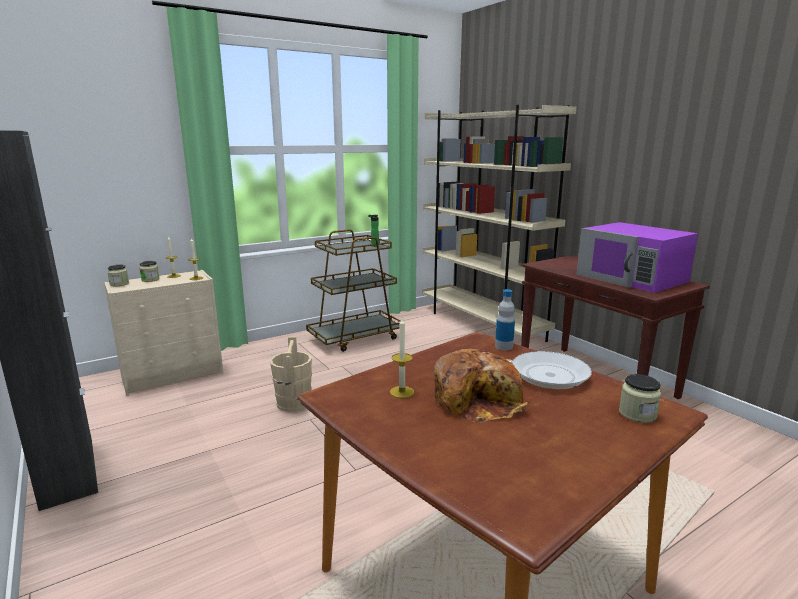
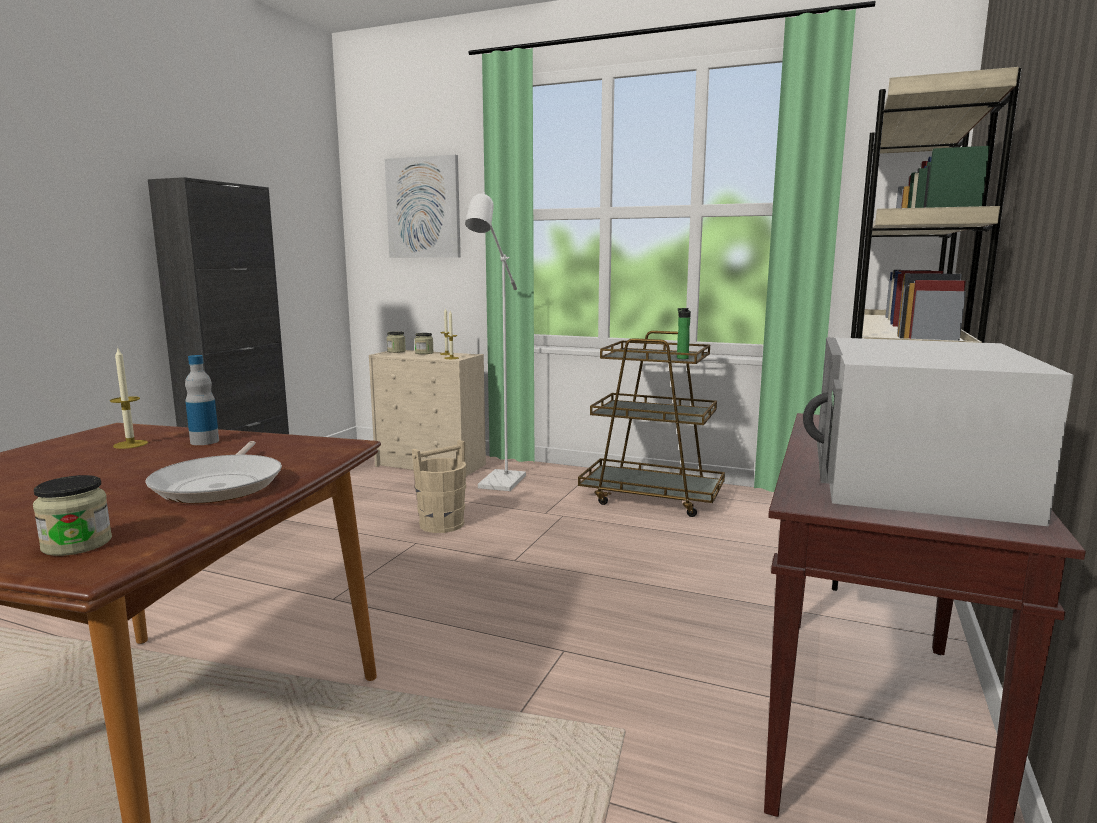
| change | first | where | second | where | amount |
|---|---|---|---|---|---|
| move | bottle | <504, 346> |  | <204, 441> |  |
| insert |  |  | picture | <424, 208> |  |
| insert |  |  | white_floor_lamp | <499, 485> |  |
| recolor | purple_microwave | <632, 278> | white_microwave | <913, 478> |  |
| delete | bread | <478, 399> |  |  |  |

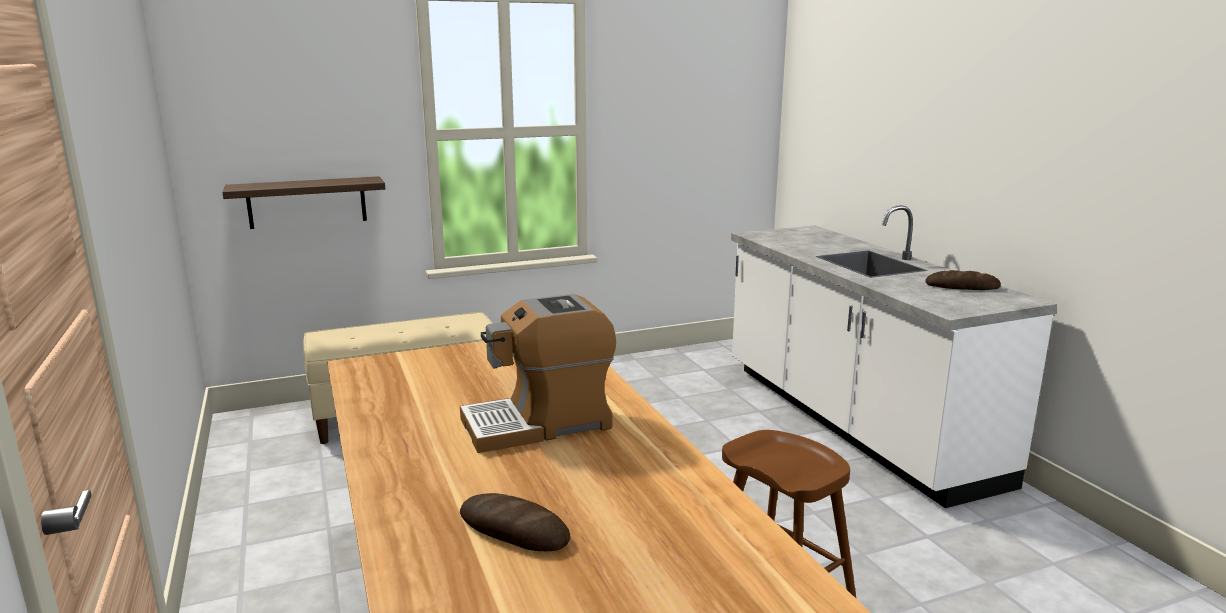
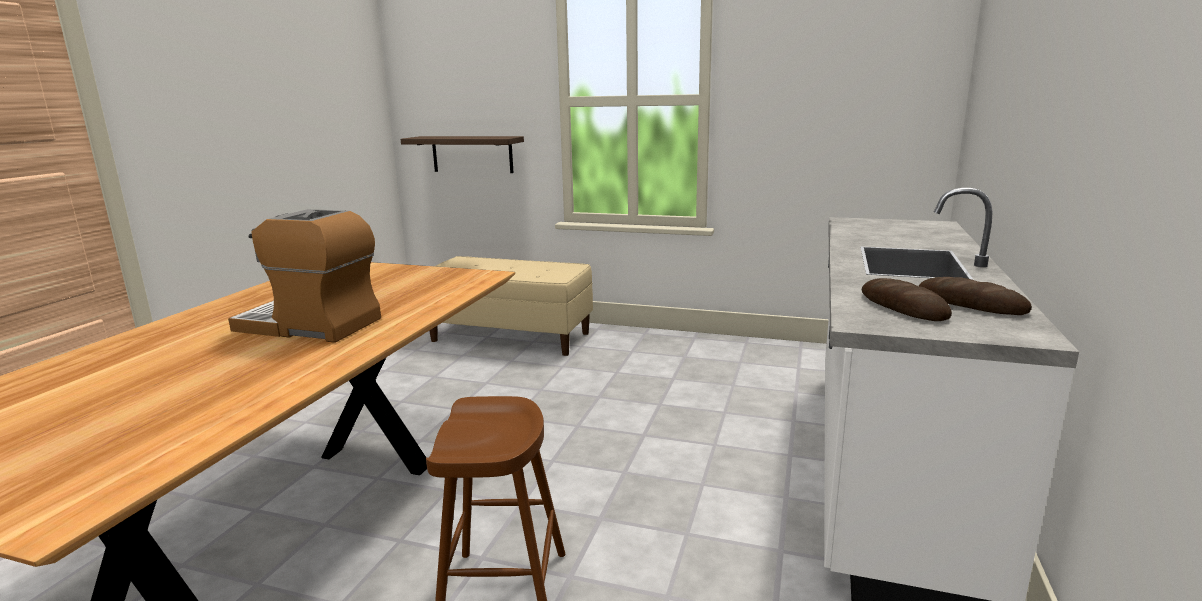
| change | first | where | second | where | amount |
|---|---|---|---|---|---|
| move | bread | <513, 530> |  | <902, 306> |  |

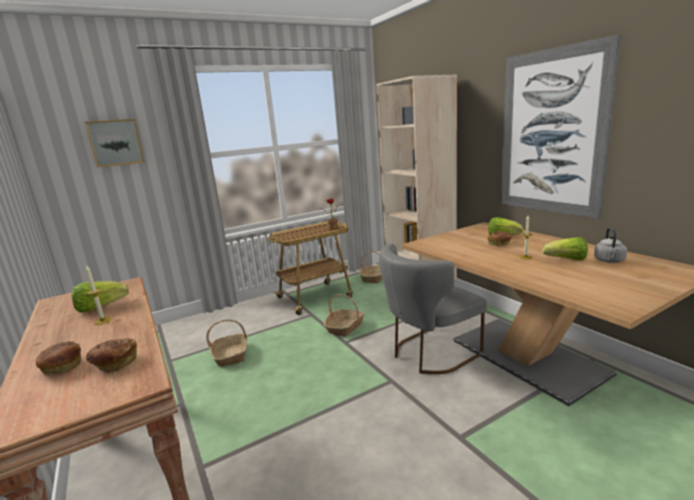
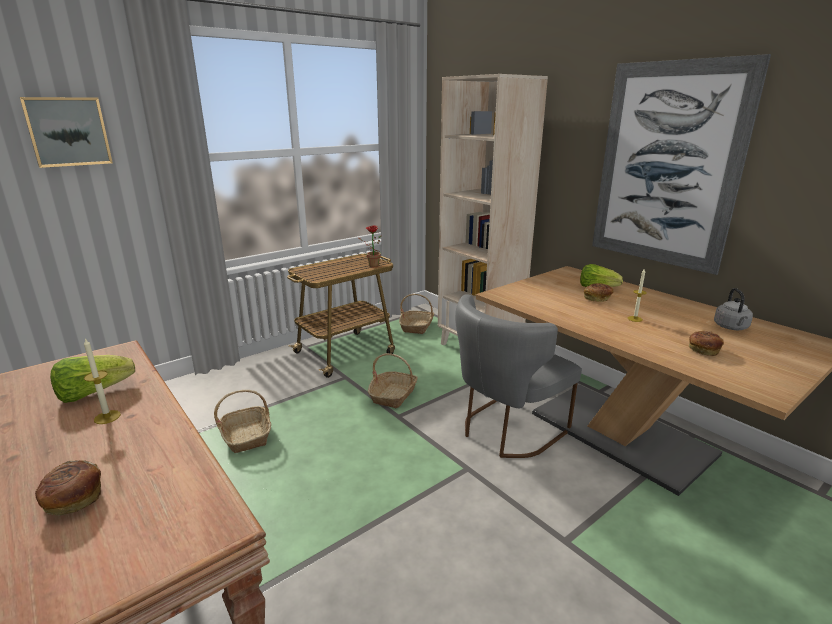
| change | first | where | second | where | amount |
|---|---|---|---|---|---|
| move | bread | <114, 363> |  | <703, 350> |  |
| delete | lettuce | <566, 260> |  |  |  |

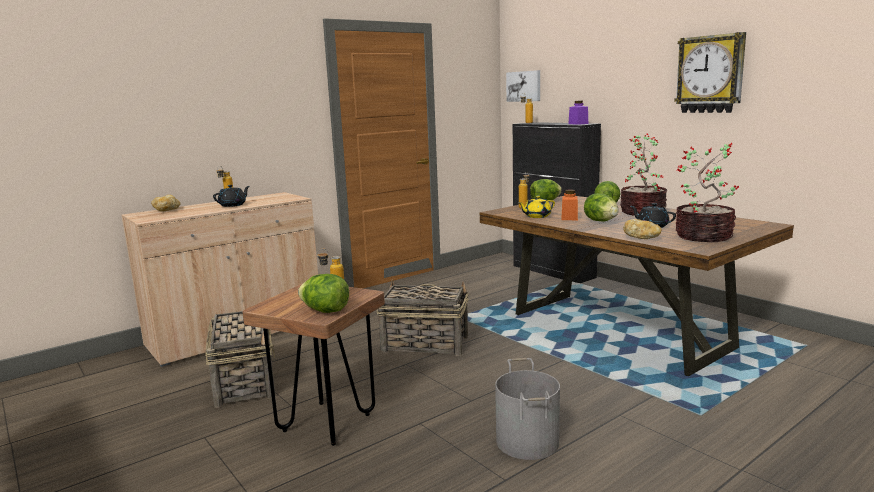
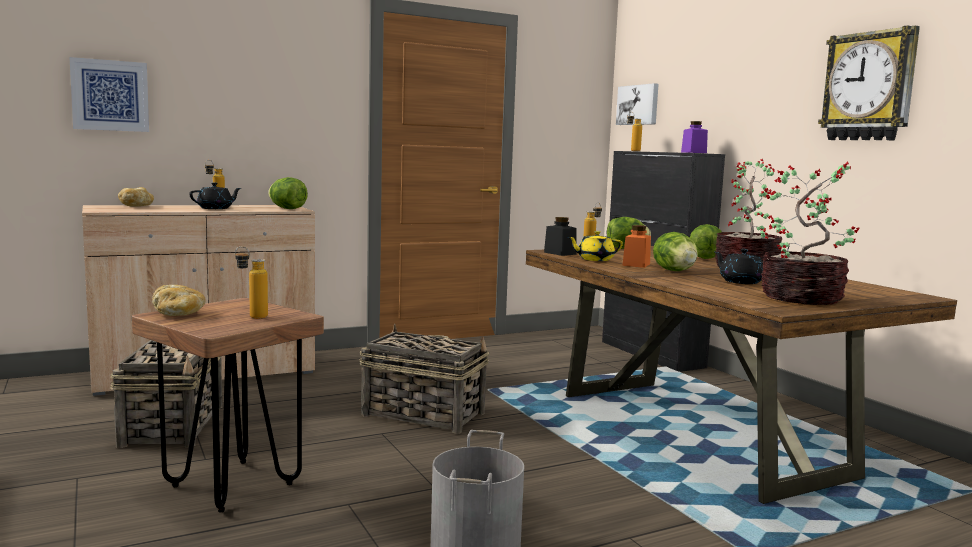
| change | first | where | second | where | amount |
|---|---|---|---|---|---|
| insert |  |  | picture | <110, 95> |  |
| move | bread | <642, 237> |  | <179, 314> |  |
| move | lettuce | <325, 311> |  | <287, 209> |  |
| insert |  |  | black_jar | <560, 253> |  |

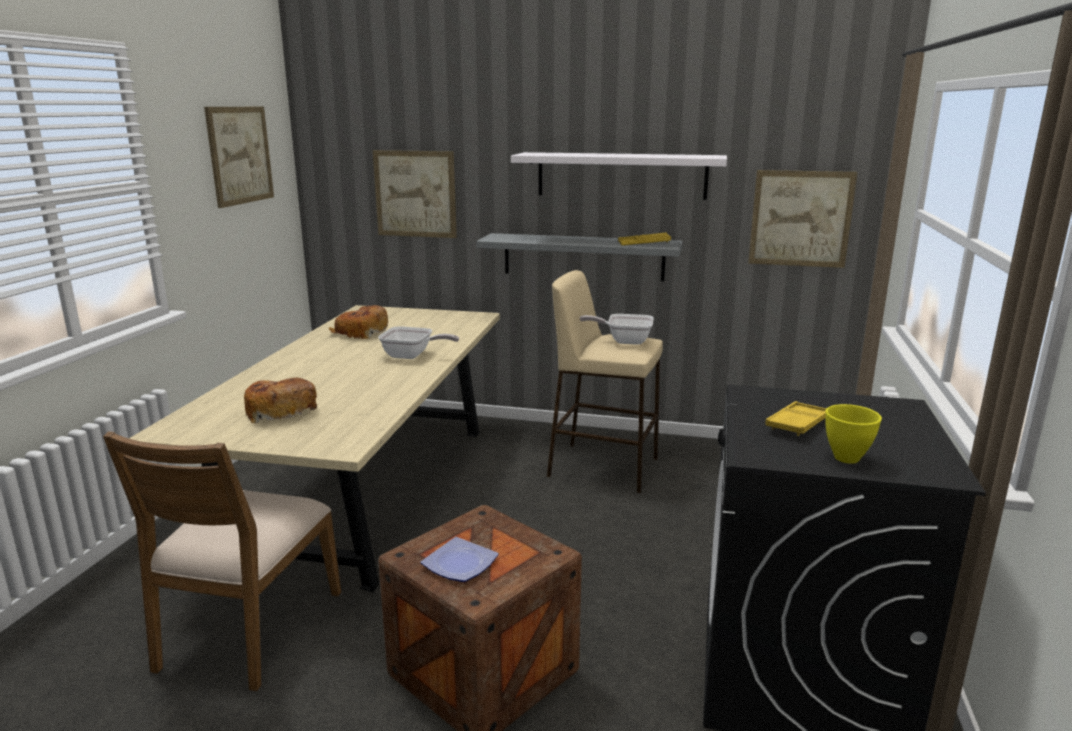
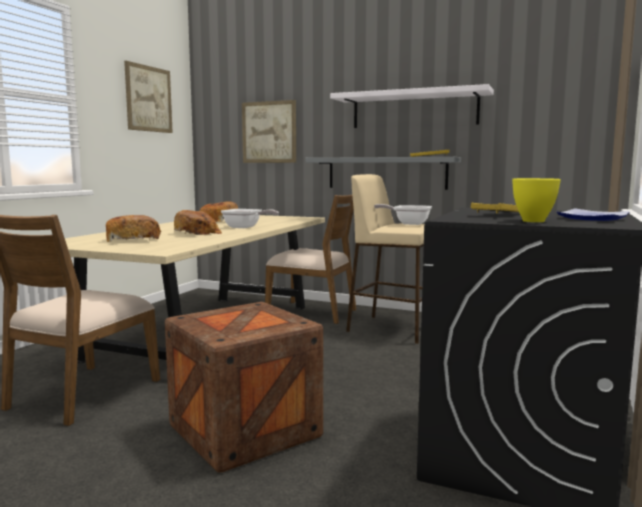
| change | first | where | second | where | amount |
|---|---|---|---|---|---|
| insert |  |  | bread | <198, 233> |  |
| insert |  |  | brown_chair | <313, 312> |  |
| move | plate | <458, 564> |  | <590, 218> |  |
| delete | picture | <800, 218> |  |  |  |

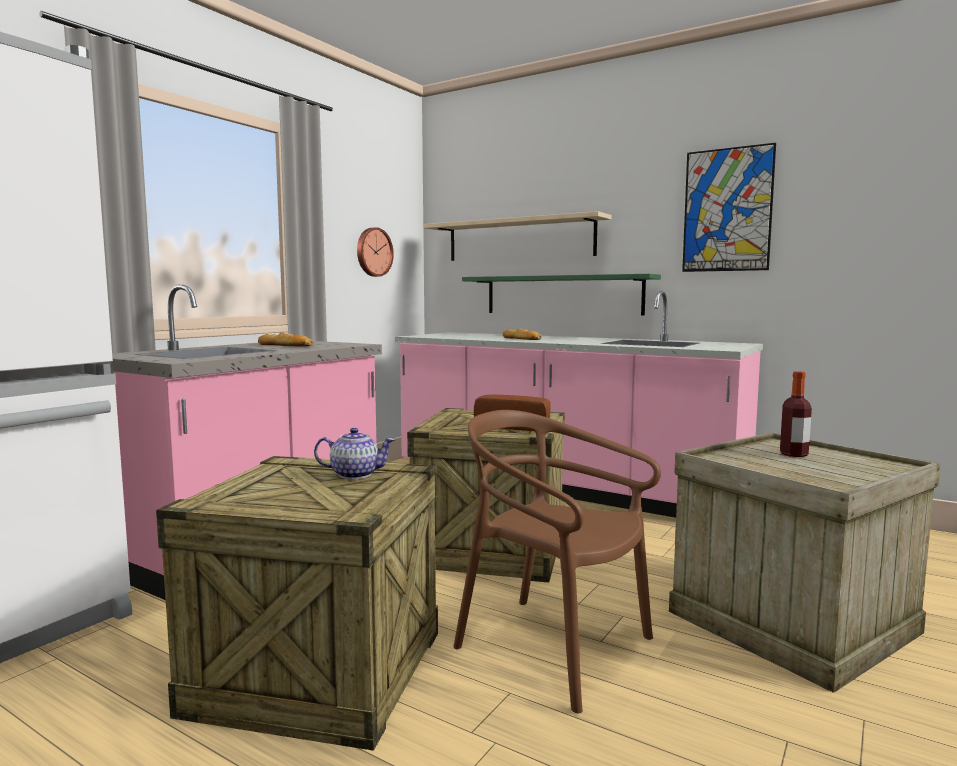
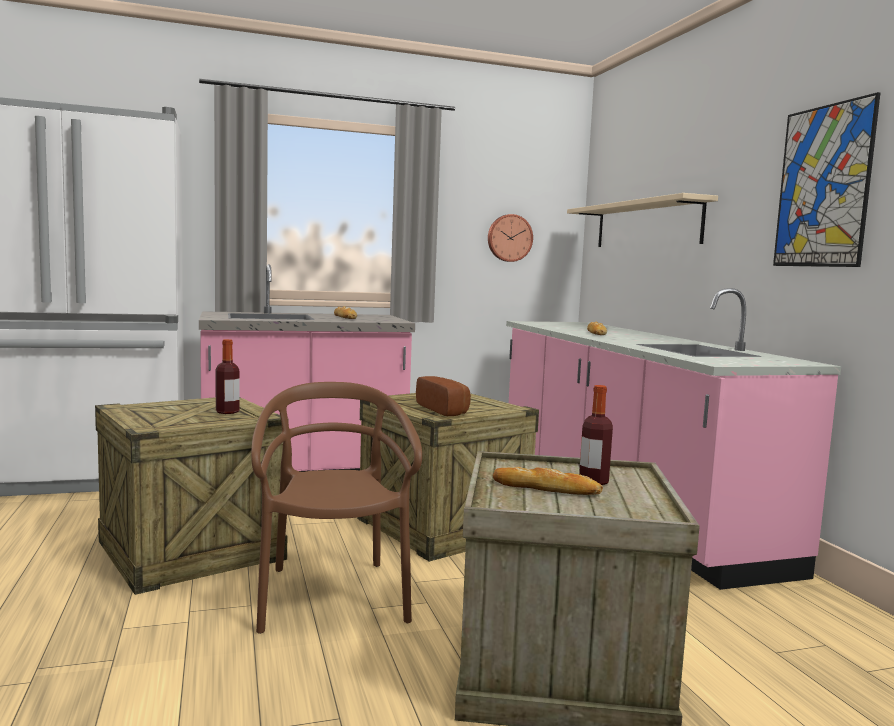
| change | first | where | second | where | amount |
|---|---|---|---|---|---|
| replace | teapot | <355, 474> | bottle | <227, 412> |  |
| insert |  |  | bread | <546, 488> |  |
| delete | green_shelf | <562, 295> |  |  |  |

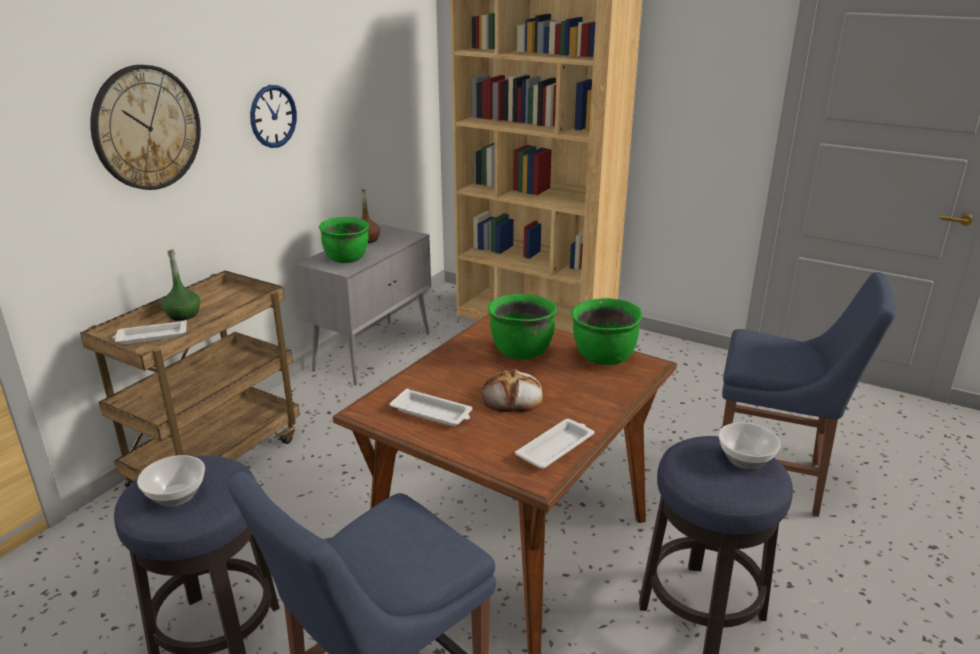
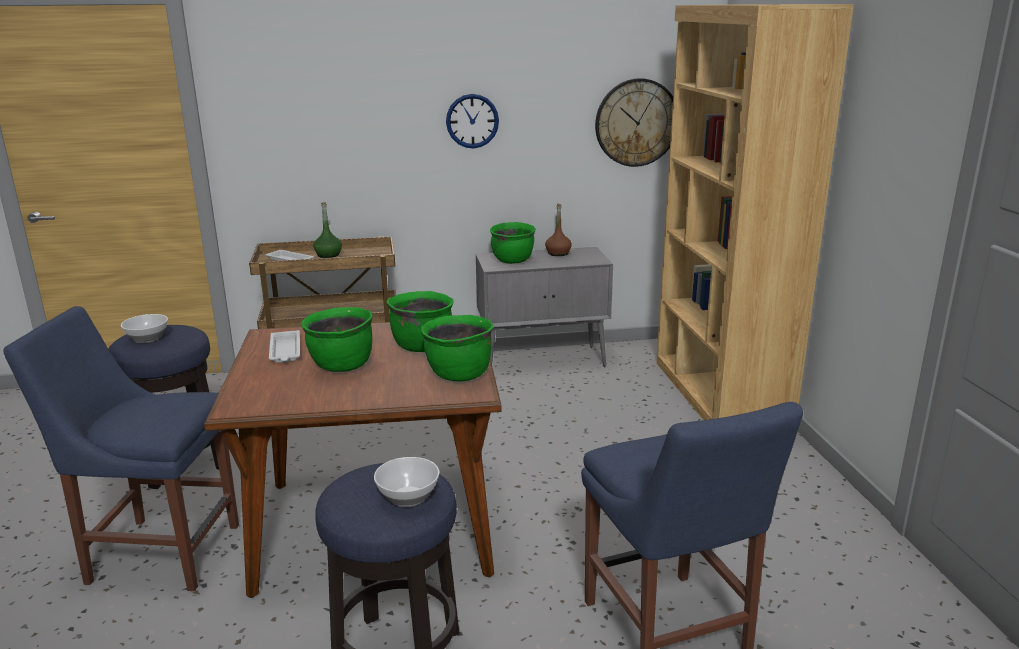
| change | first | where | second | where | amount |
|---|---|---|---|---|---|
| replace | bread | <512, 397> | green_cooking_pot | <341, 366> |  |
| move | wall_clock | <146, 128> |  | <636, 122> |  |
| delete | white_tray | <556, 448> |  |  |  |

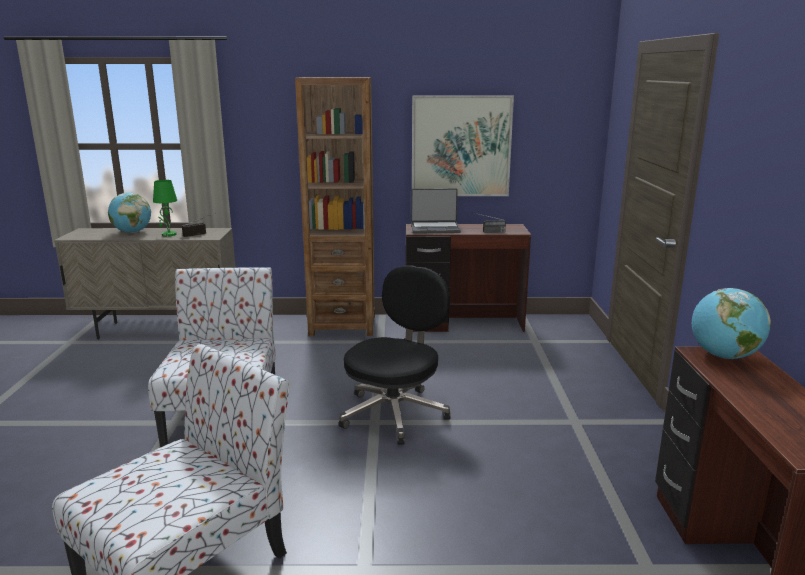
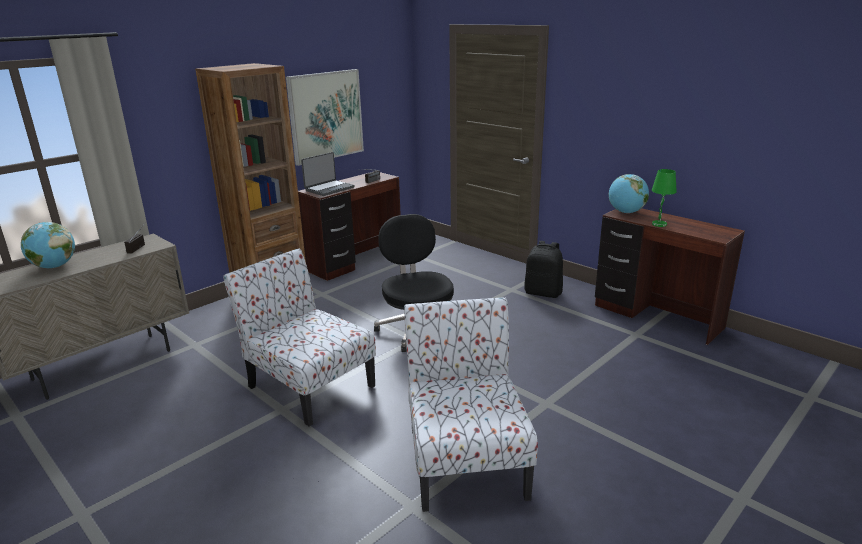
| change | first | where | second | where | amount |
|---|---|---|---|---|---|
| insert |  |  | black_backpack | <543, 293> |  |
| move | green_table_lamp | <168, 234> |  | <659, 224> |  |

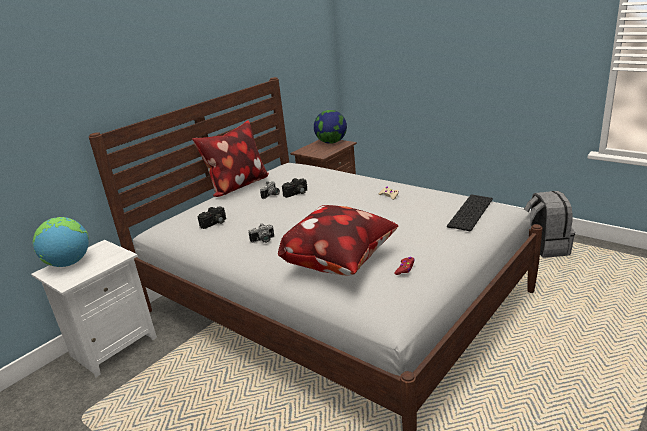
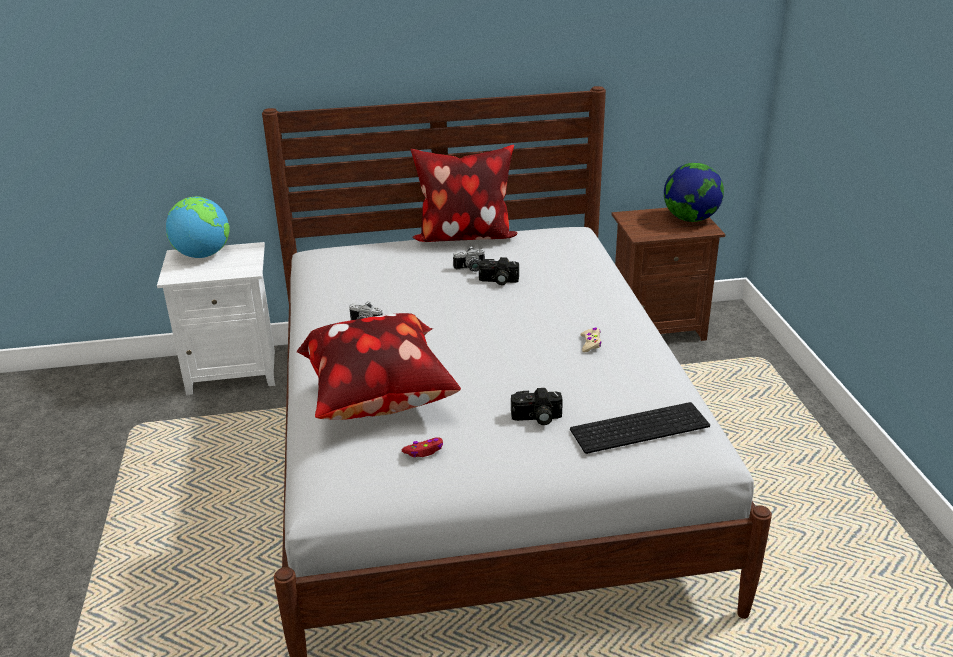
| change | first | where | second | where | amount |
|---|---|---|---|---|---|
| move | photo_camera | <214, 223> |  | <536, 418> |  |
| delete | grey_backpack | <544, 248> |  |  |  |

